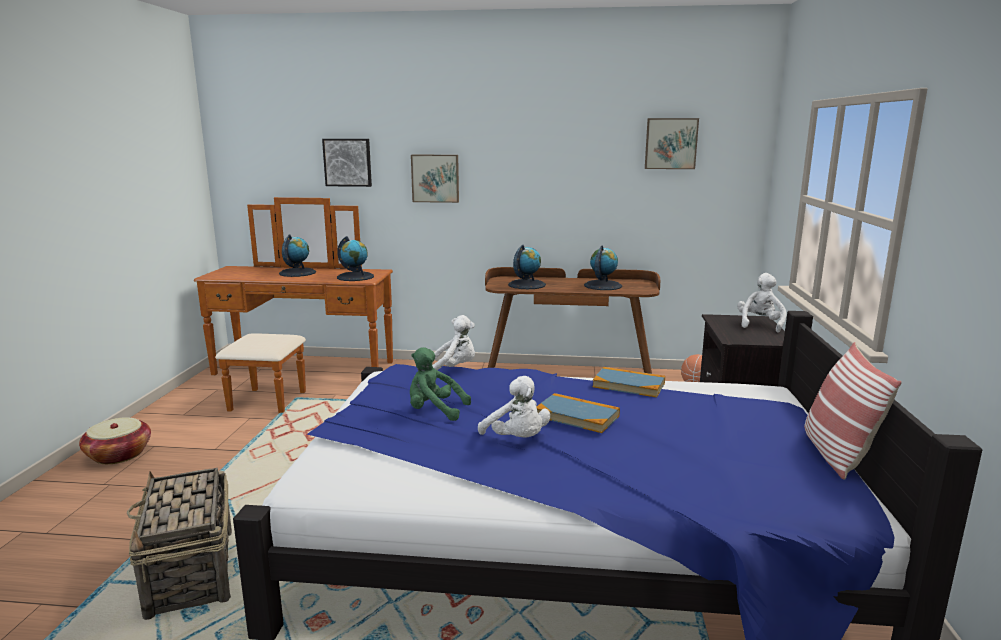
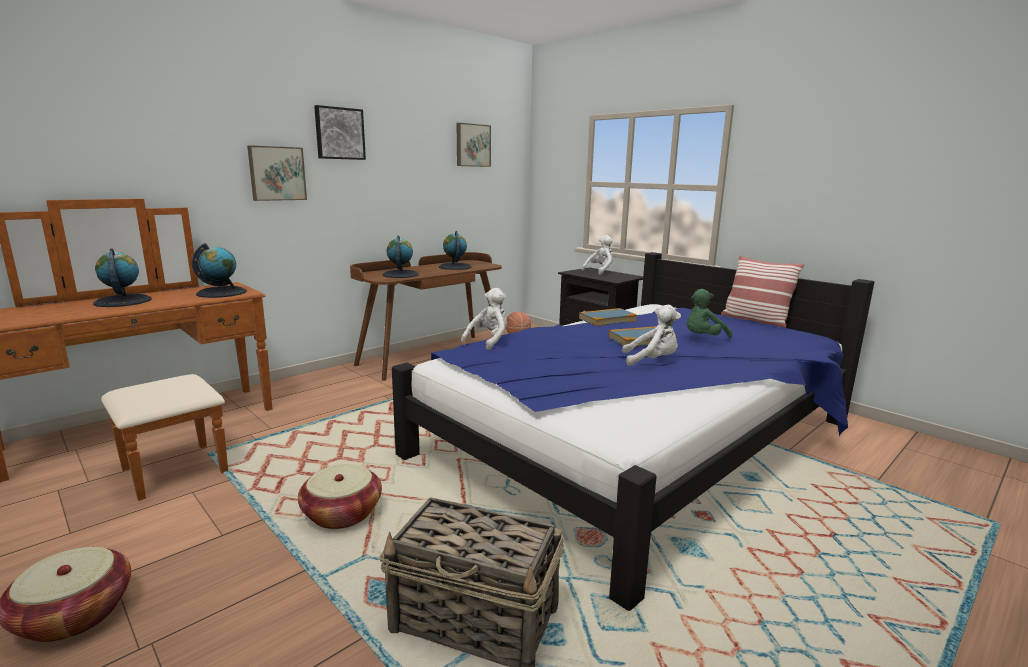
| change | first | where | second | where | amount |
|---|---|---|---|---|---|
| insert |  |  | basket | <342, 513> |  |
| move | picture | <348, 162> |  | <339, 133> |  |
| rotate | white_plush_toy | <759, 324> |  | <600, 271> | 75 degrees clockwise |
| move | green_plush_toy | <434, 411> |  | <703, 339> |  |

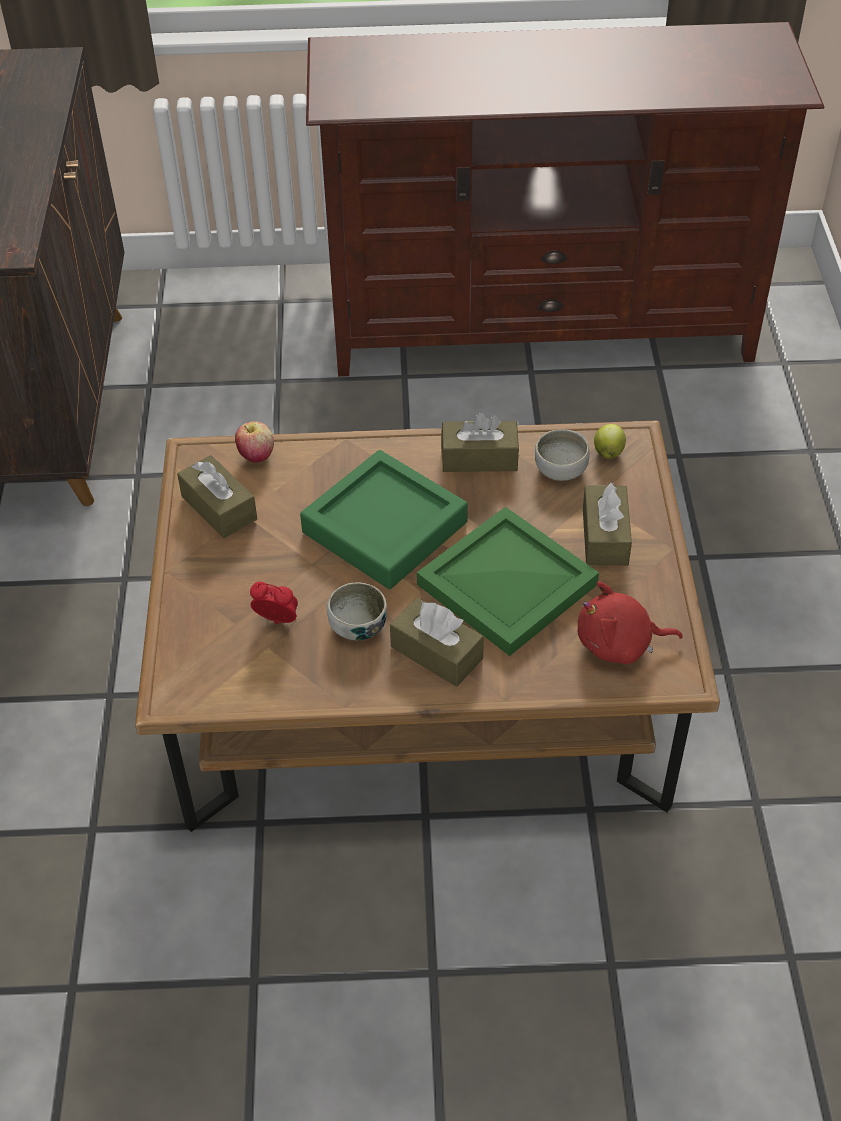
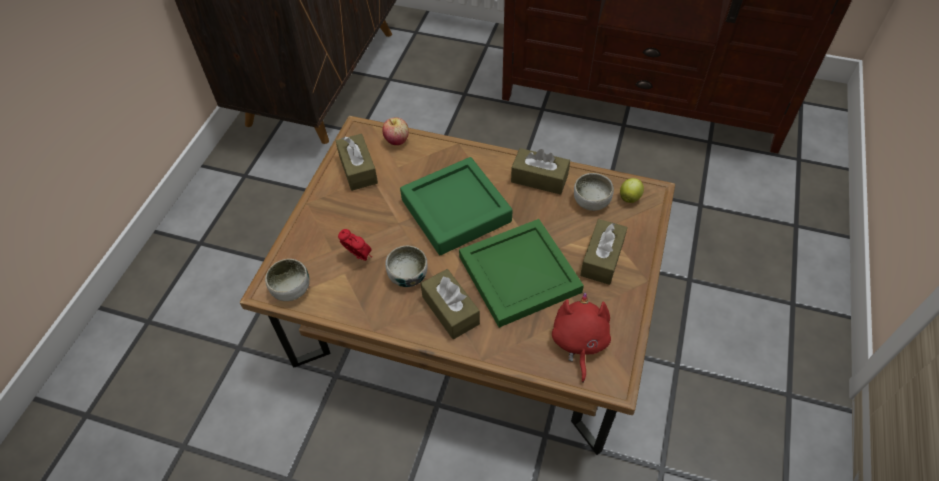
| change | first | where | second | where | amount |
|---|---|---|---|---|---|
| insert |  |  | bowl | <291, 288> |  |
| rotate | red_plush_toy | <619, 644> |  | <579, 342> | 75 degrees clockwise |

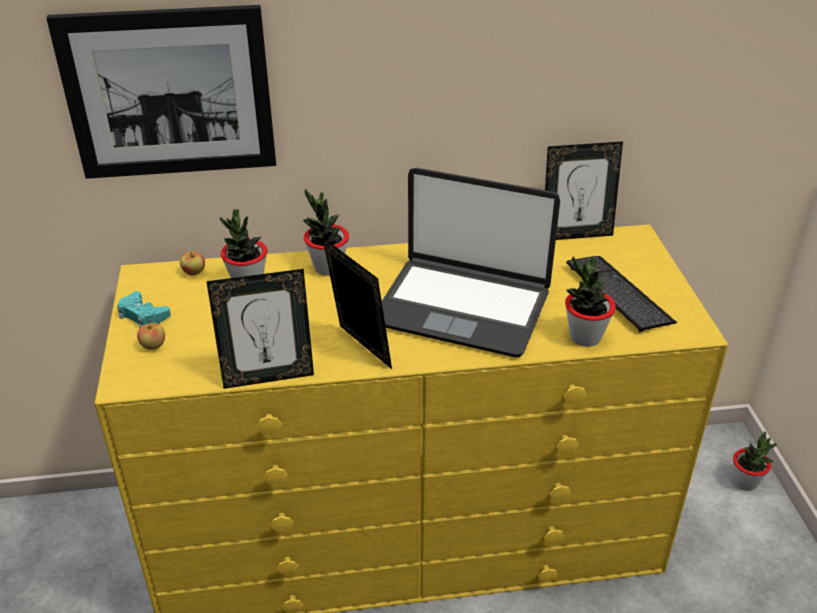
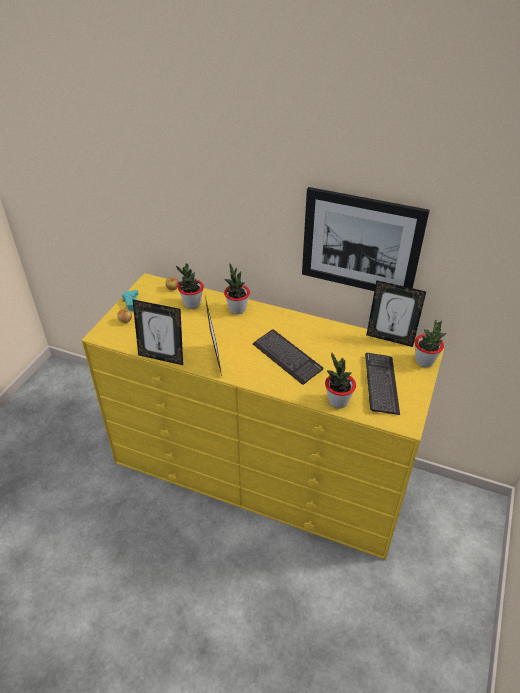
| change | first | where | second | where | amount |
|---|---|---|---|---|---|
| replace | laptop | <463, 307> | keyboard | <287, 357> |  |
| move | picture | <169, 94> |  | <361, 243> |  |
| move | potted_plant | <745, 482> |  | <424, 361> |  |

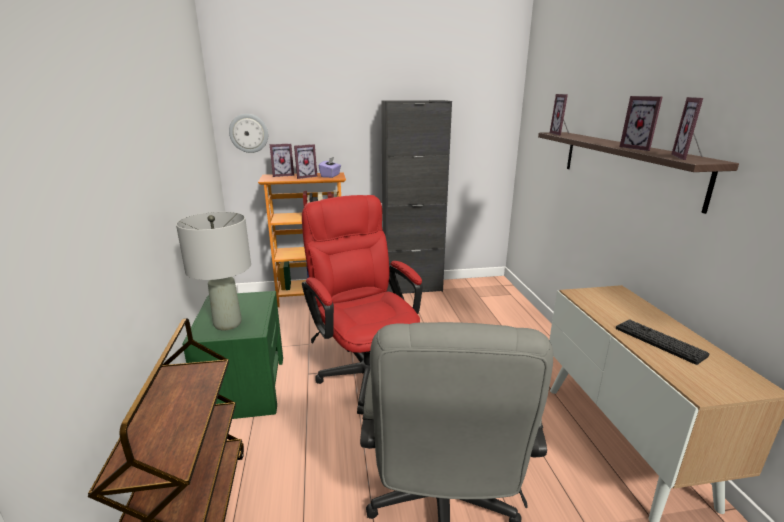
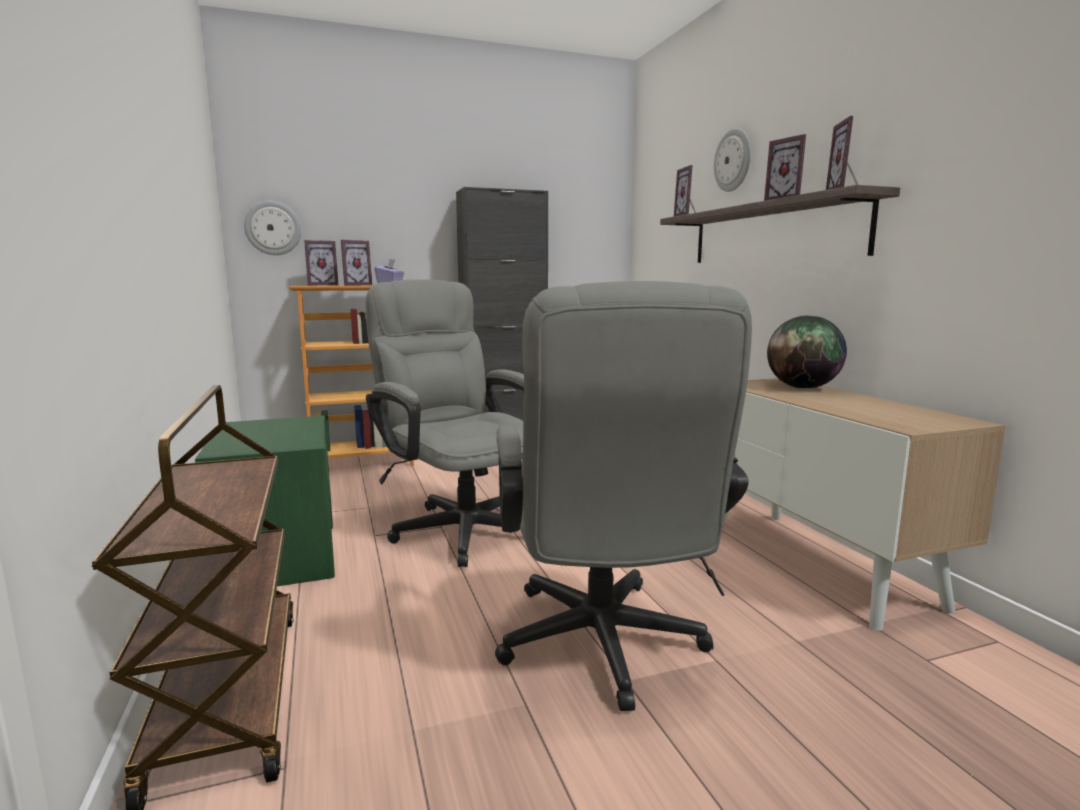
| change | first | where | second | where | amount |
|---|---|---|---|---|---|
| recolor | red_office_chair | <365, 370> | grey_office_chair | <458, 526> |  |
| insert |  |  | wall_clock | <733, 160> |  |
| insert |  |  | globe | <803, 388> |  |
| delete | grey_table_lamp | <227, 324> |  |  |  |
| delete | keyboard | <659, 341> |  |  |  |

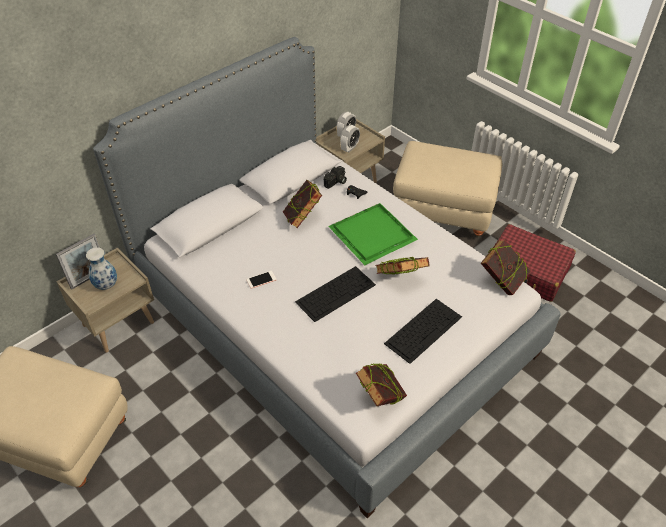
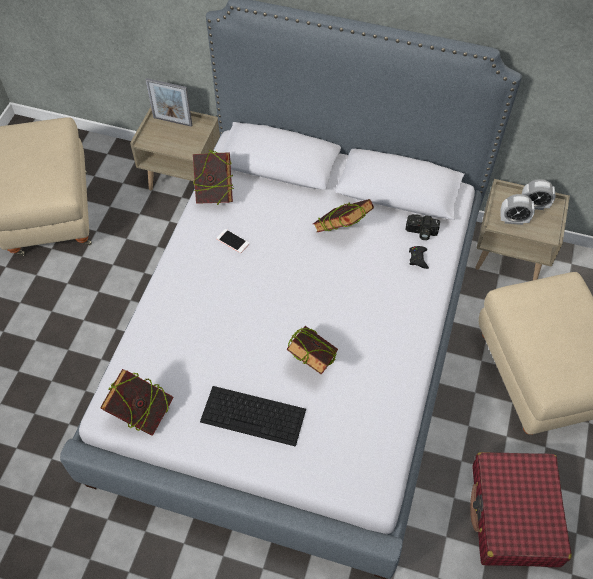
| change | first | where | second | where | amount |
|---|---|---|---|---|---|
| move | book | <501, 282> |  | <214, 194> |  |
| delete | vase | <107, 285> |  |  |  |
| delete | keyboard | <336, 292> |  |  |  |
| delete | green_tray | <372, 236> |  |  |  |

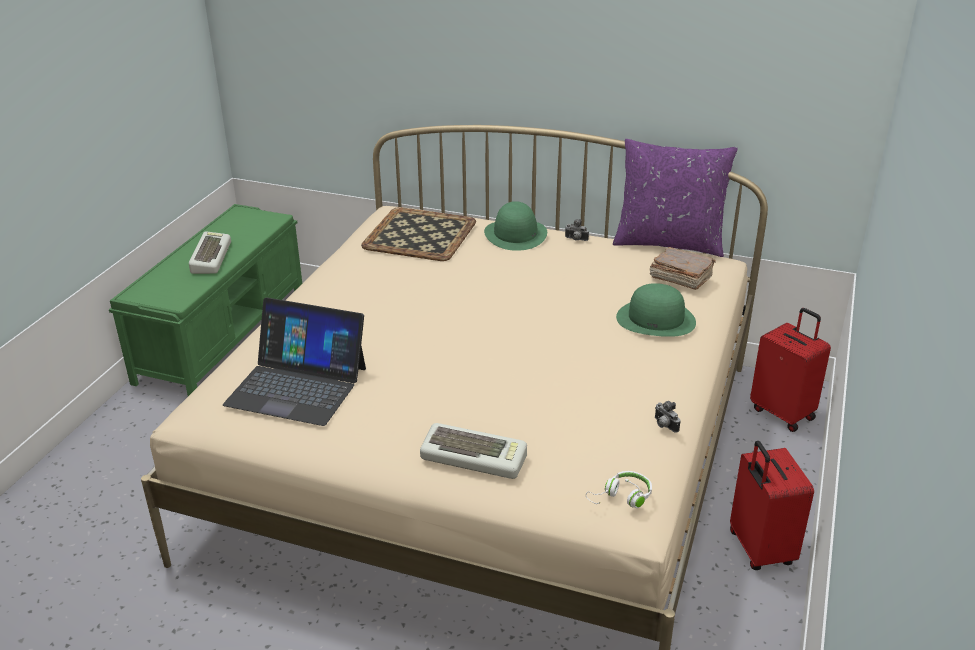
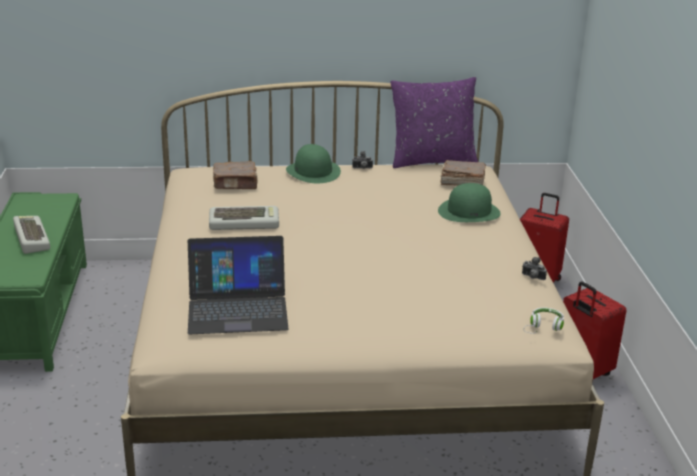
| change | first | where | second | where | amount |
|---|---|---|---|---|---|
| move | keyboard | <475, 456> |  | <245, 223> |  |
| replace | tray | <420, 235> | brown_book | <236, 184> |  |

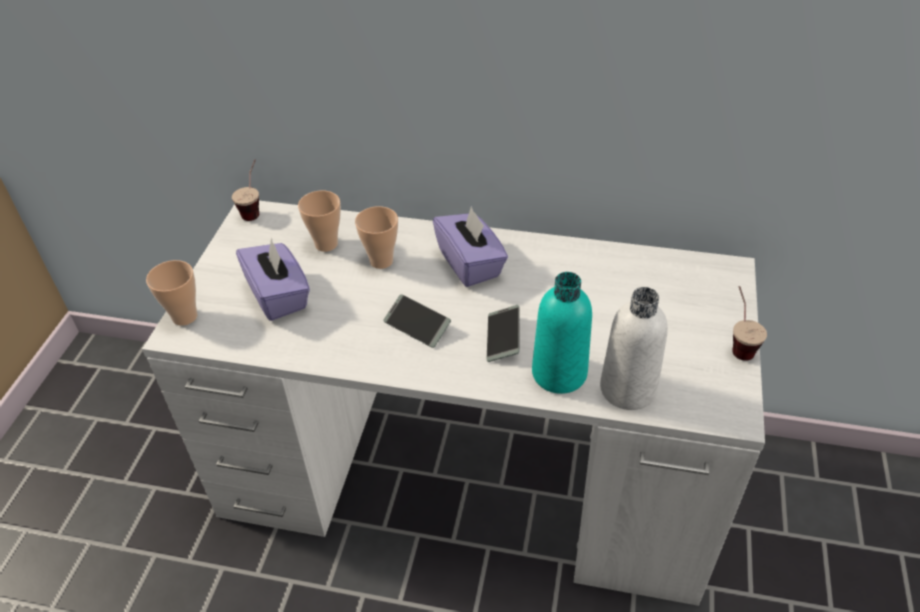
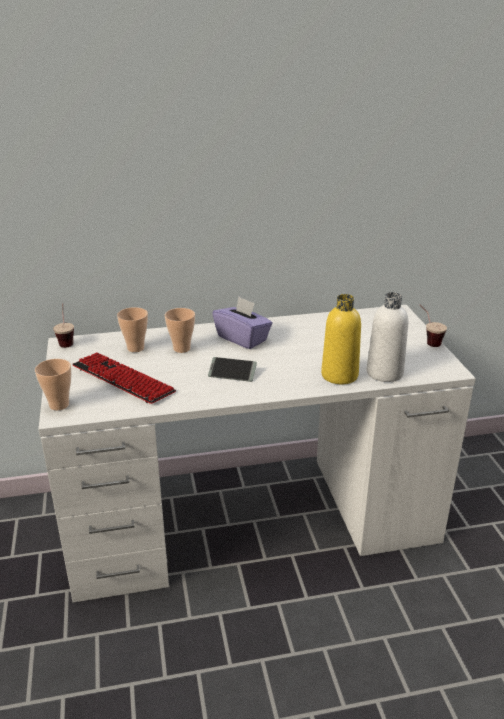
| change | first | where | second | where | amount |
|---|---|---|---|---|---|
| replace | purple_tissue_box | <279, 296> | keyboard | <123, 379> |  |
| recolor | turquoise_bottle | <559, 373> | yellow_bottle | <339, 375> |  |
| delete | phone | <503, 338> |  |  |  |

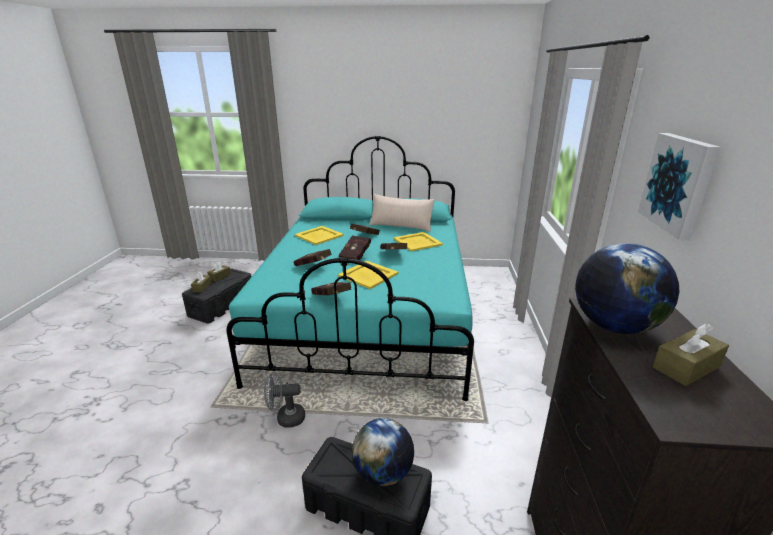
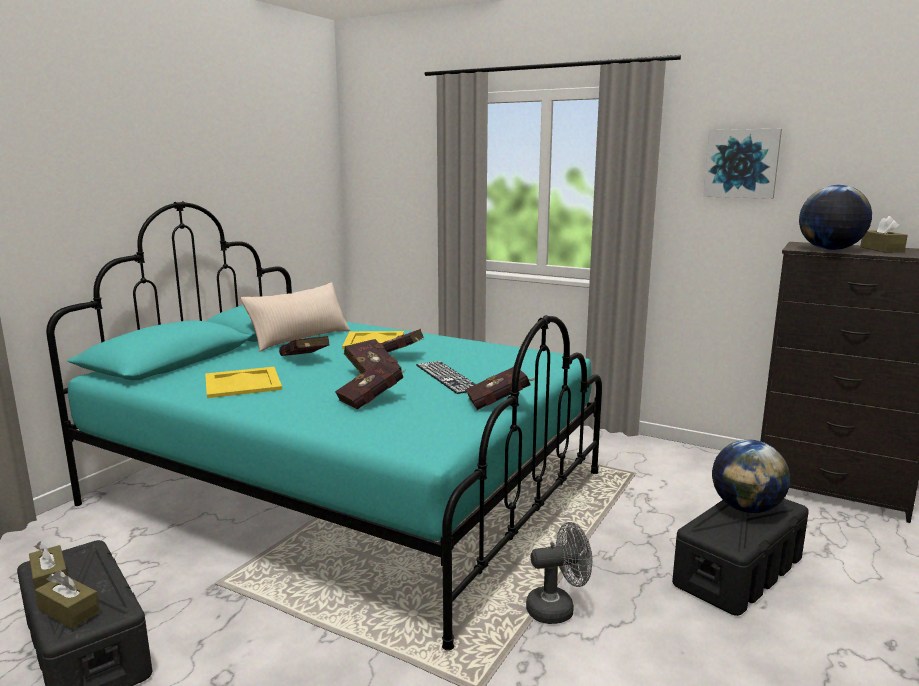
| change | first | where | second | where | amount |
|---|---|---|---|---|---|
| replace | yellow_tray | <368, 275> | keyboard | <447, 377> |  |
| rotate | grey_fan | <286, 418> |  | <557, 608> | 120 degrees counterclockwise |

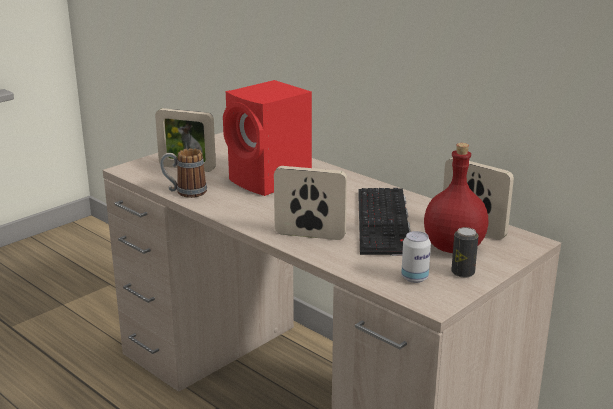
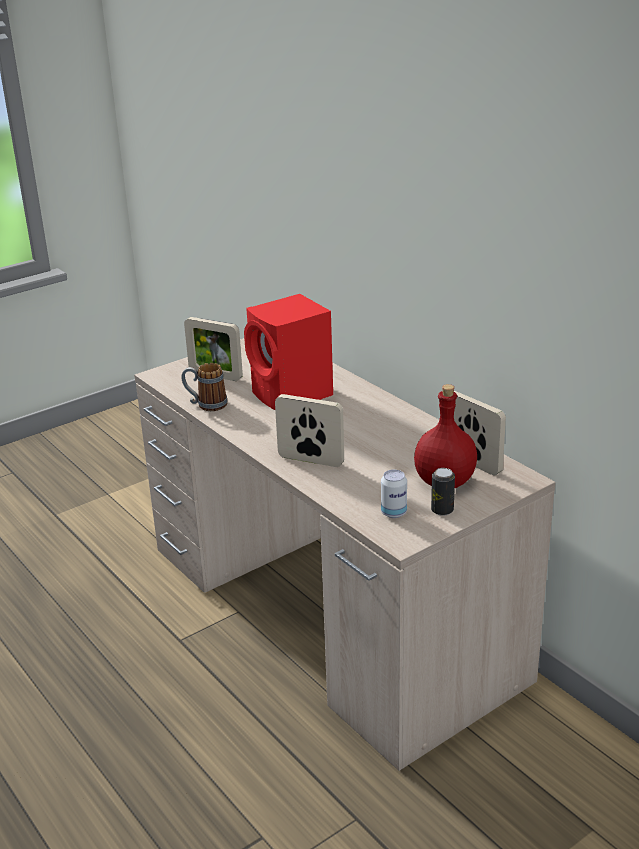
| change | first | where | second | where | amount |
|---|---|---|---|---|---|
| delete | keyboard | <385, 222> |  |  |  |

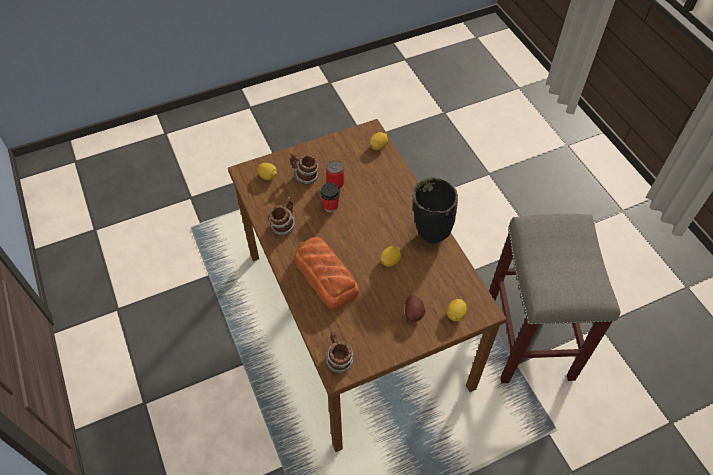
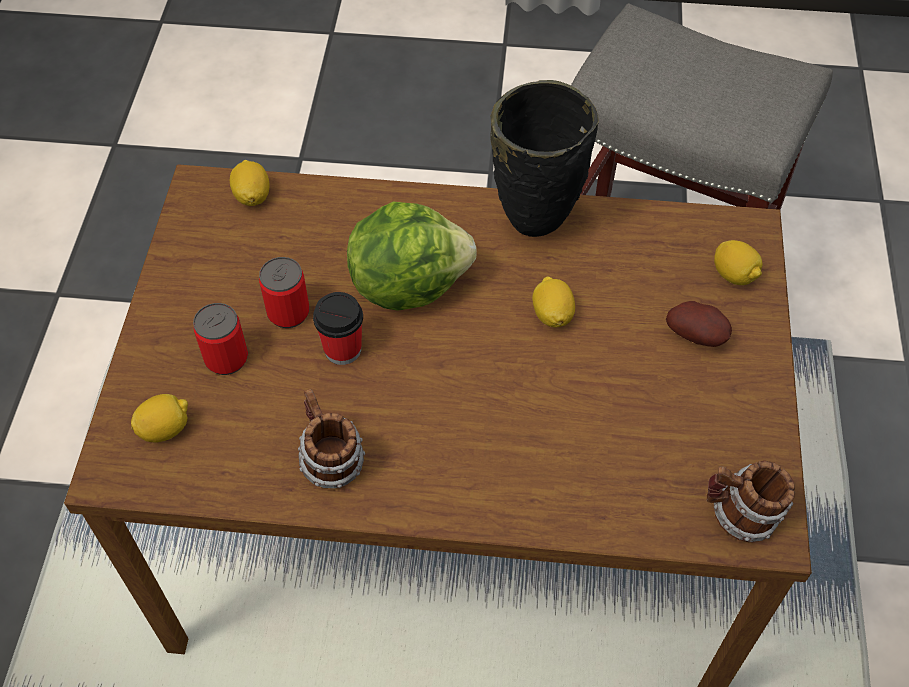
| change | first | where | second | where | amount |
|---|---|---|---|---|---|
| replace | mug | <305, 177> | can | <226, 358> |  |
| insert |  |  | lettuce | <408, 284> |  |
| delete | bread | <326, 276> |  |  |  |

